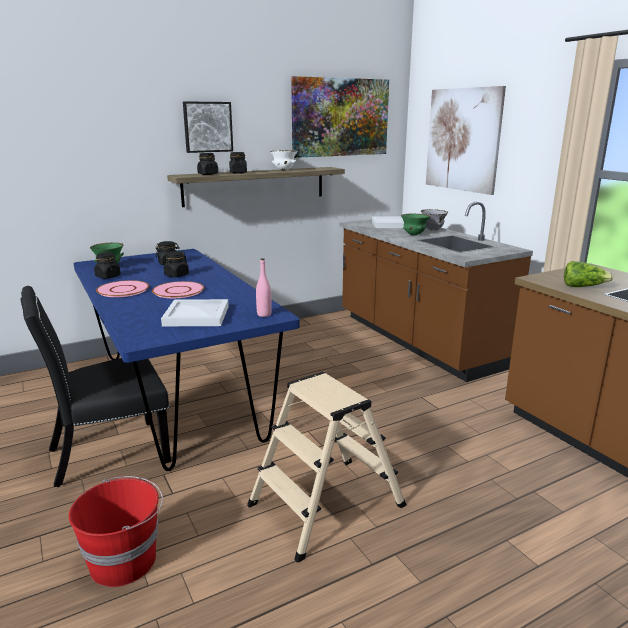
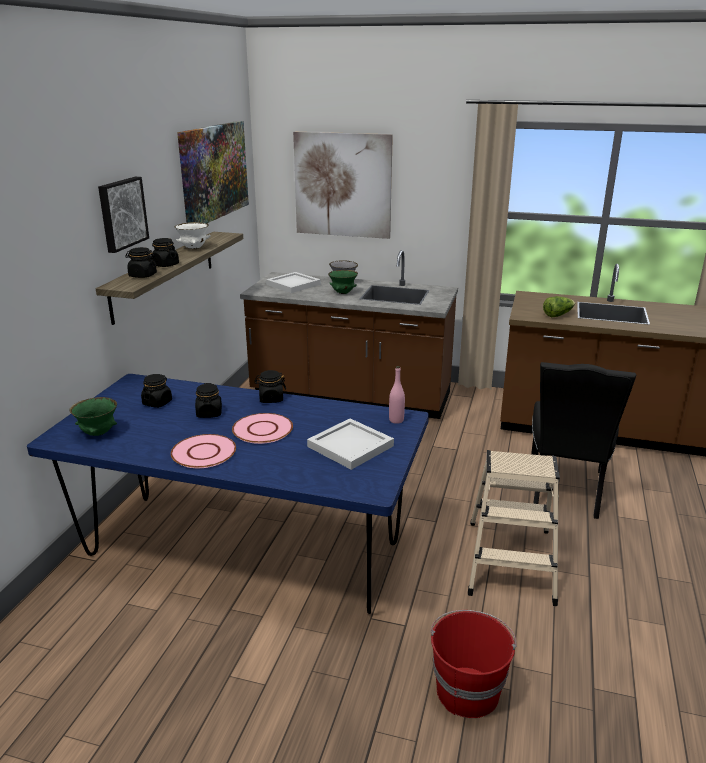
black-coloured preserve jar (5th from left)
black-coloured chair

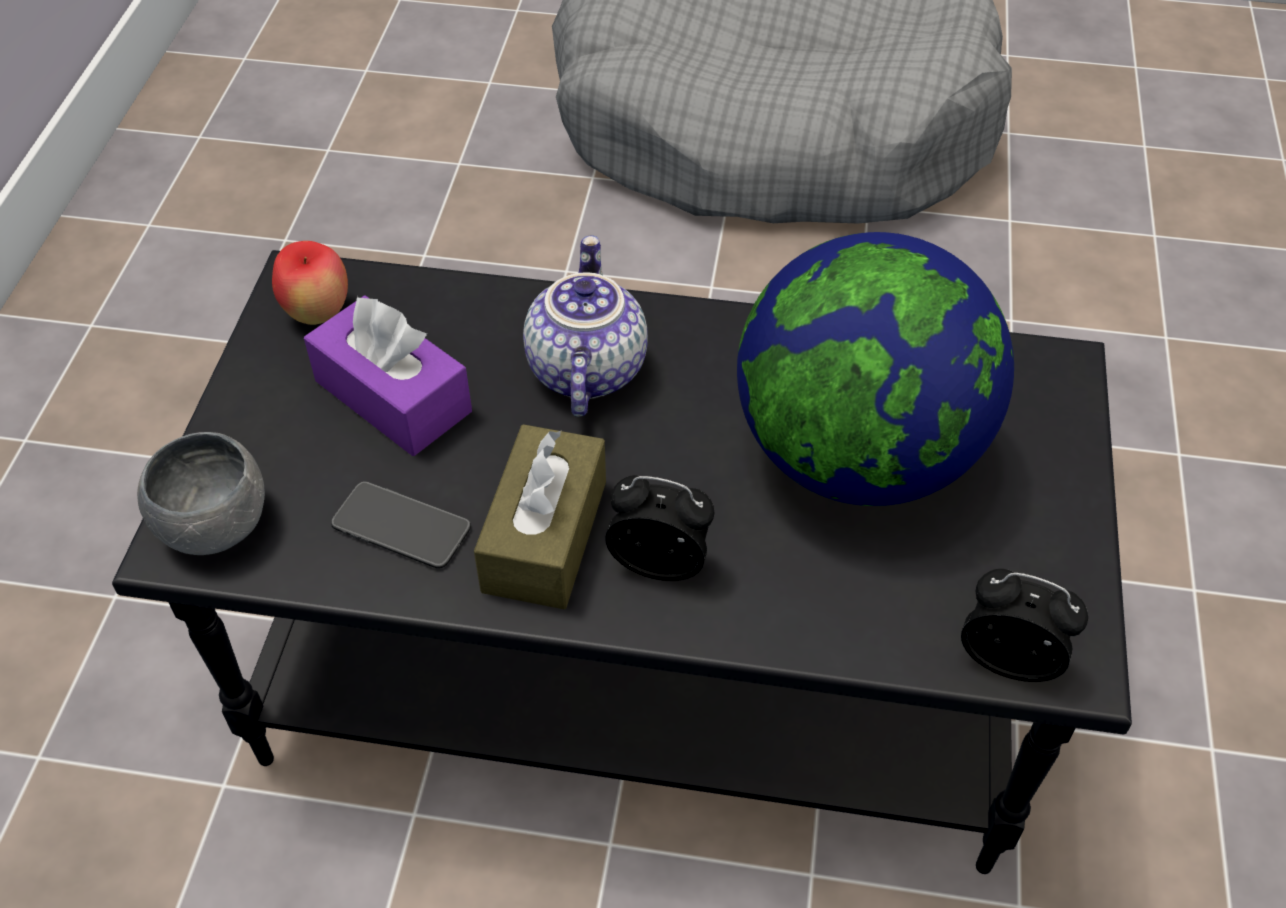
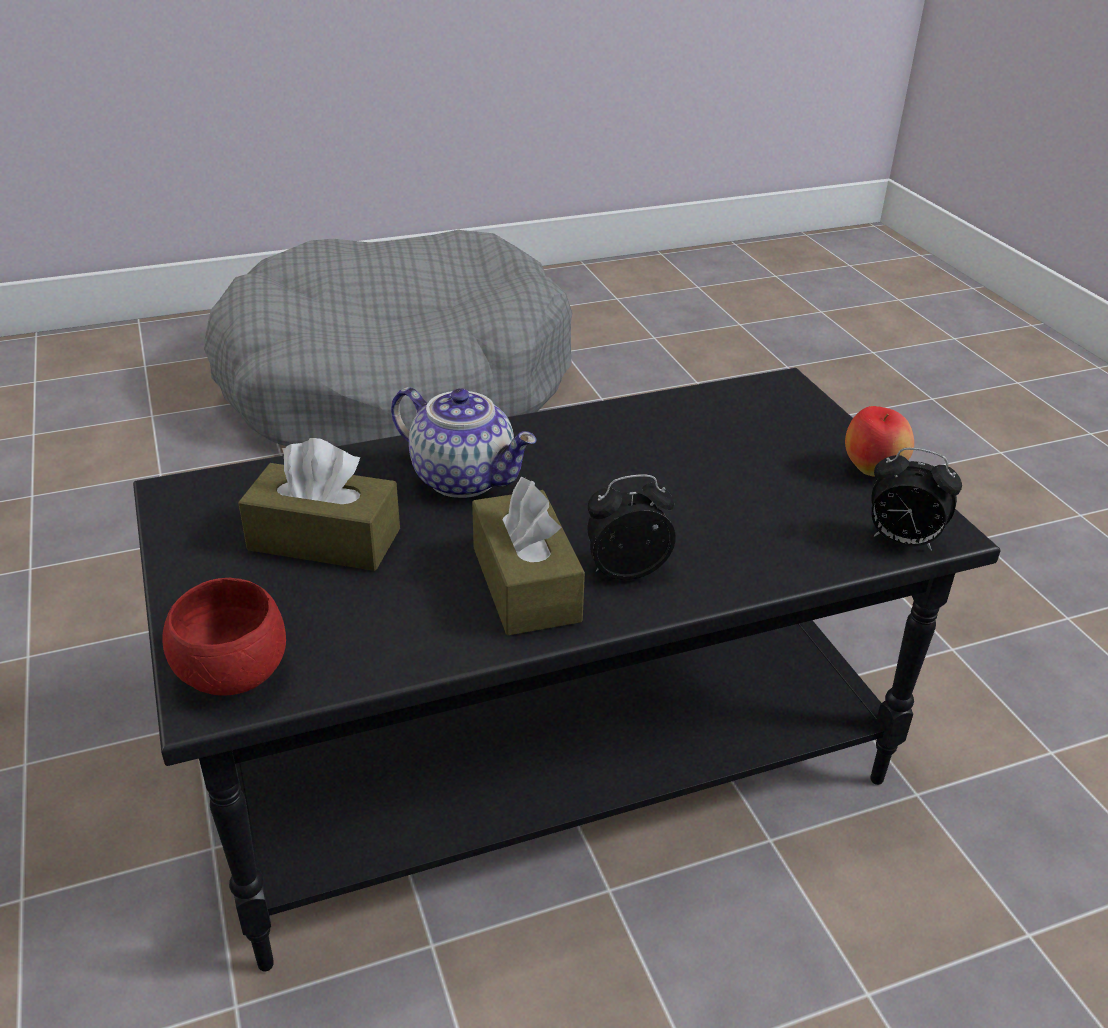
world globe
teapot
apple
brownish tissue holder (1st from left)
reddish bowl
telephone
bedside clock (2nd from left)

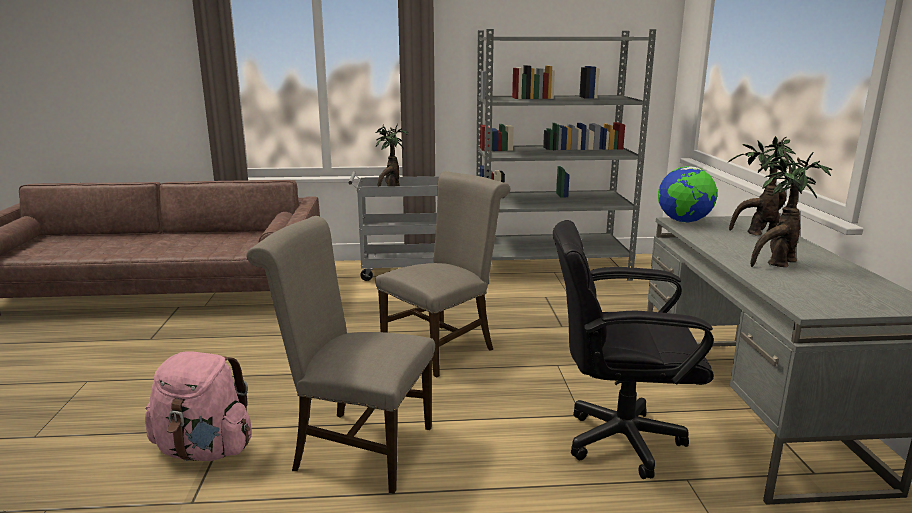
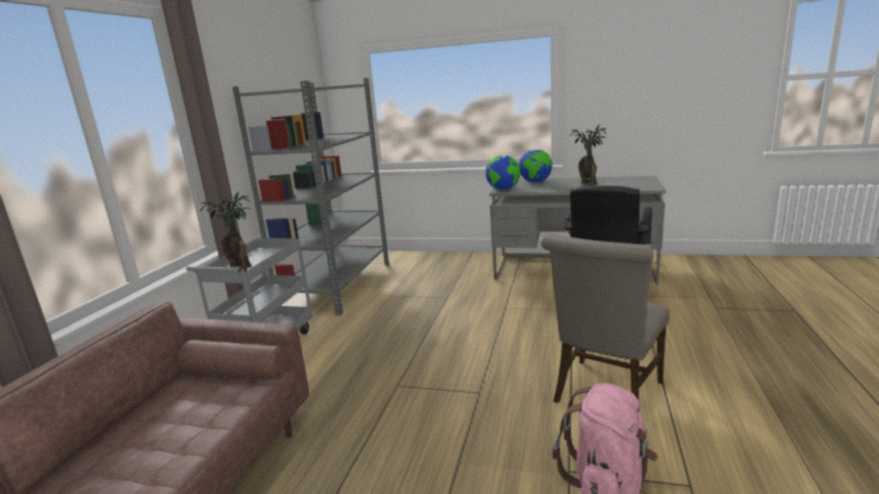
world globe (2nd from left)
beige chair (2nd from left in the first image)

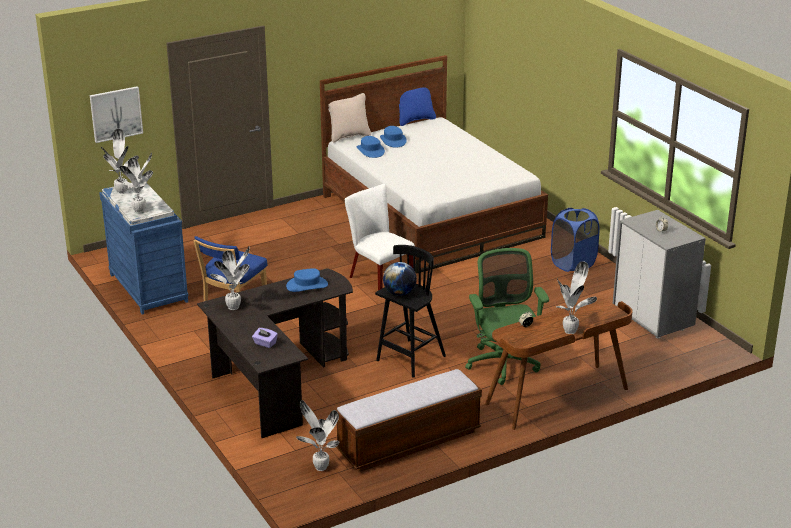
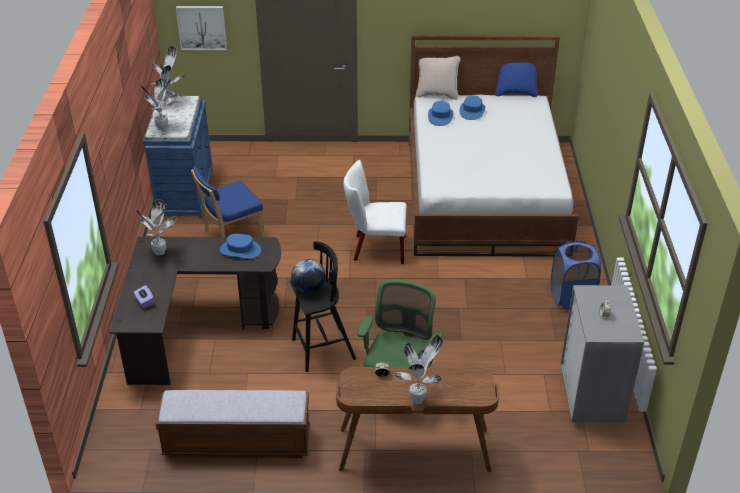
white-coloured chair
potted plant (4th from left in the first image)

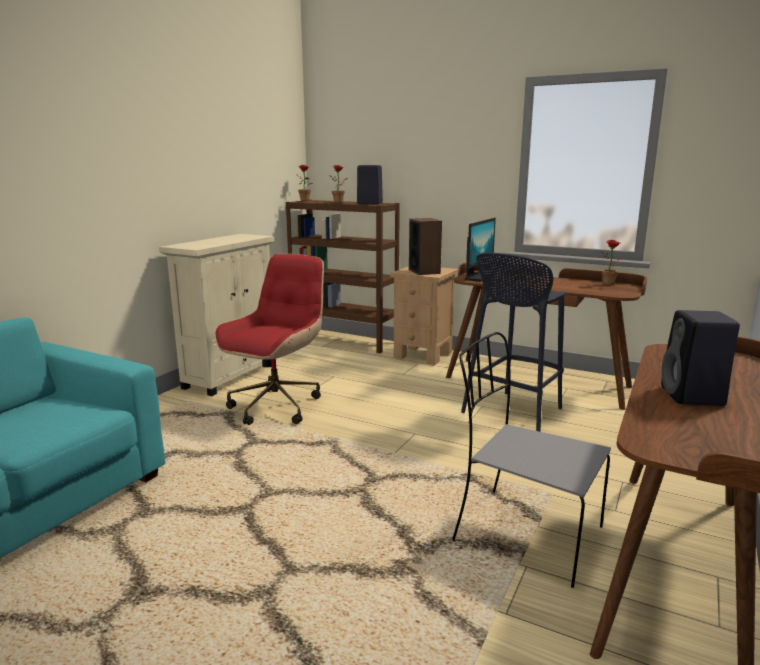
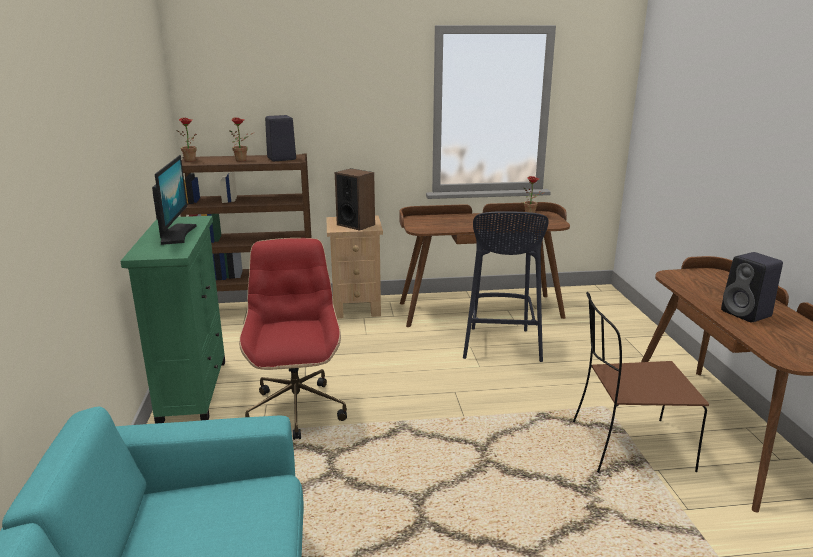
computer display
green-coloured cupboard
brownish chair

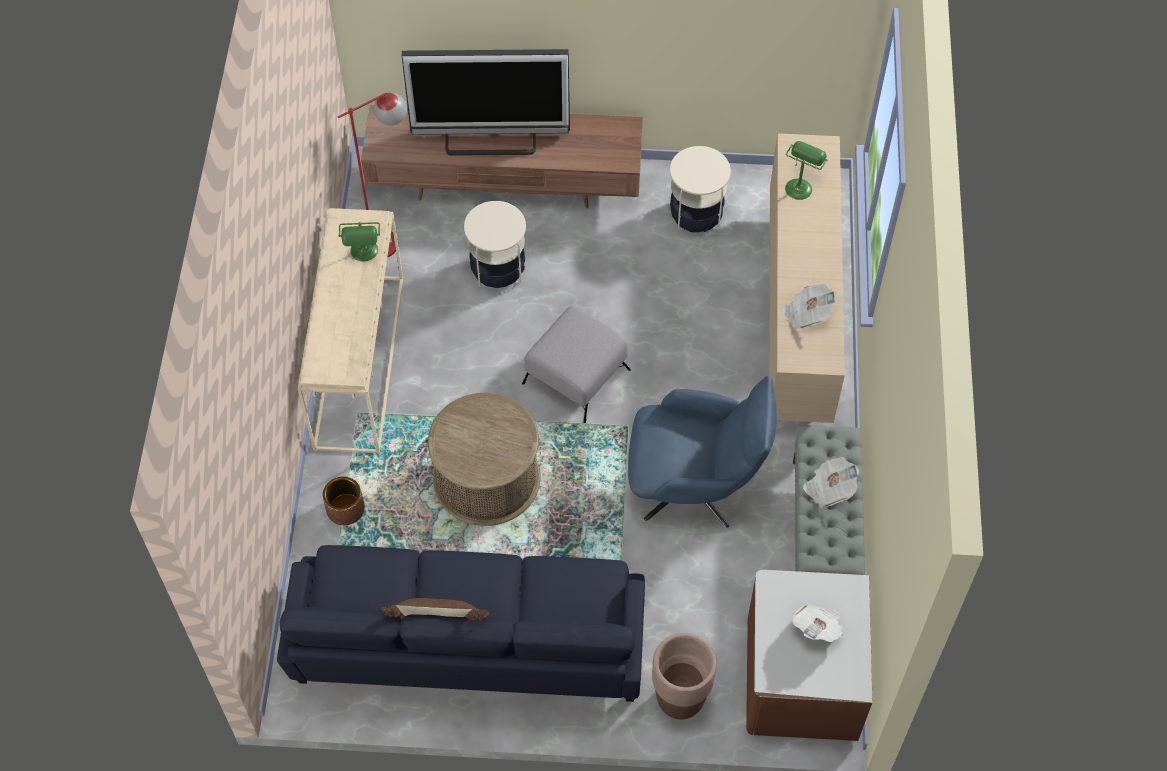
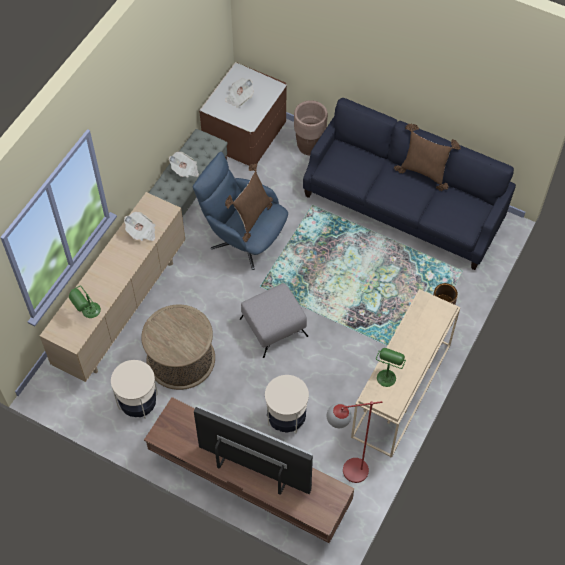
brownish coffee table
brownish pillow (1st from left)

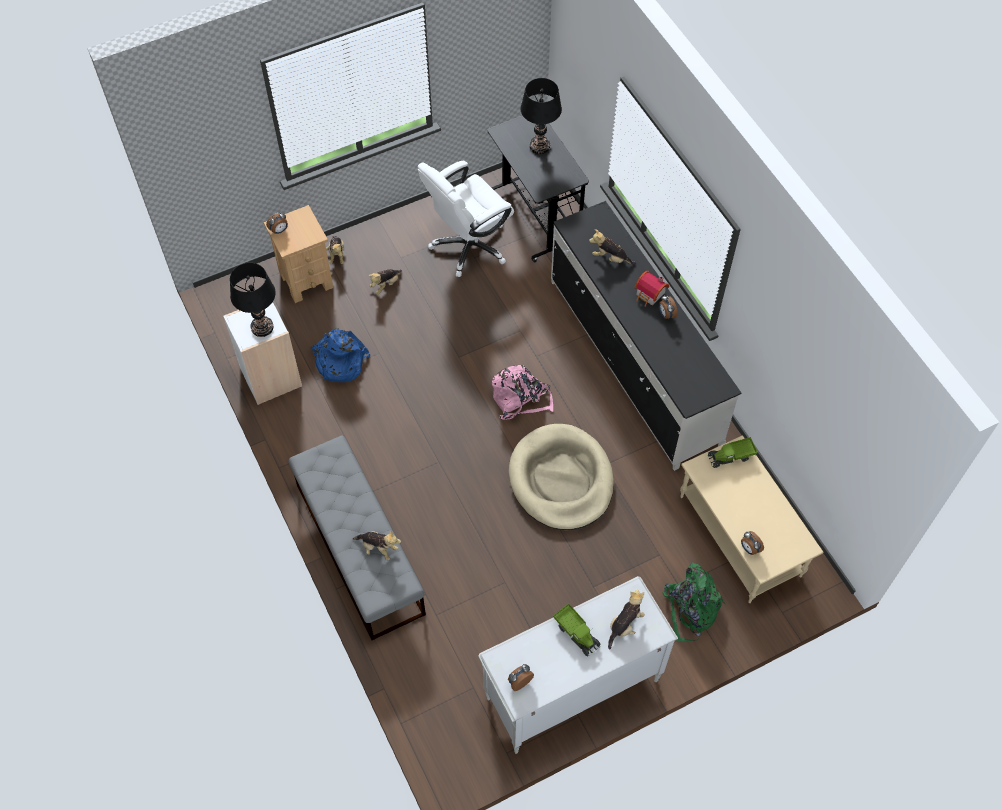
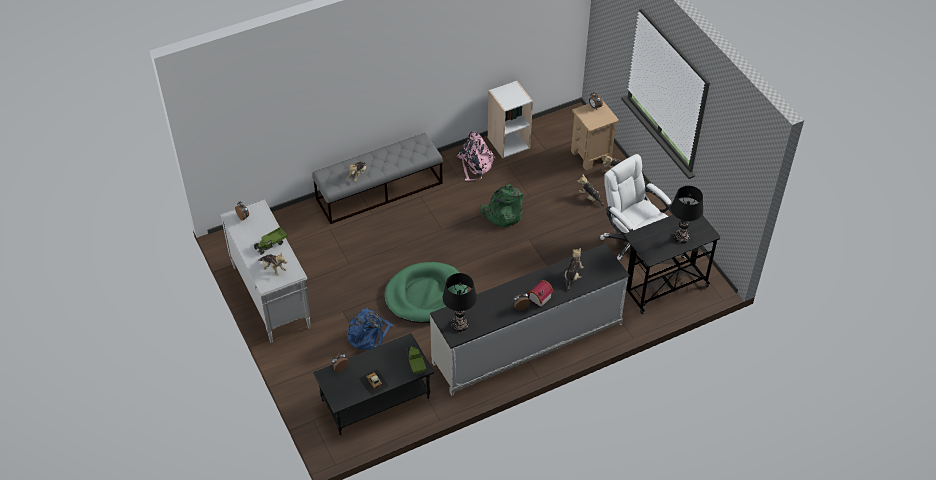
black-coloured lamp for a table (1st from left)
blue rucksack
pinkish rucksack
green-coloured dog bed
black-coloured coffee table
green-coloured rucksack
miniature car

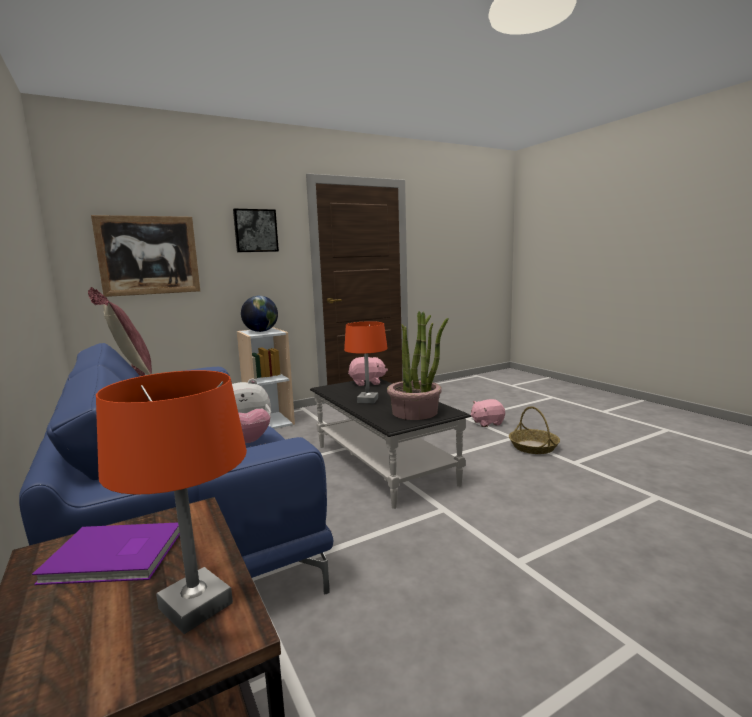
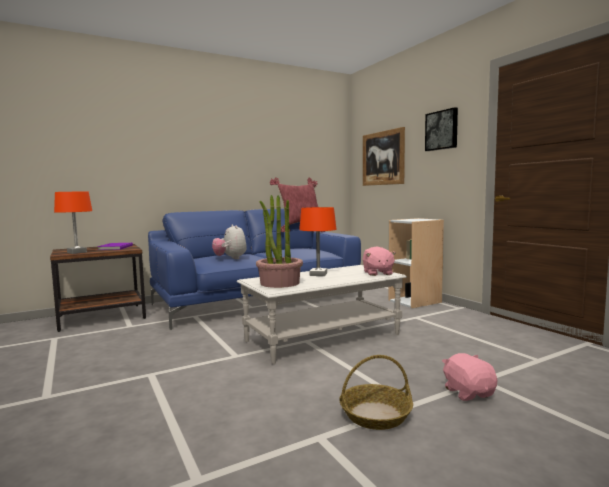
world globe
white-coloured coffee table

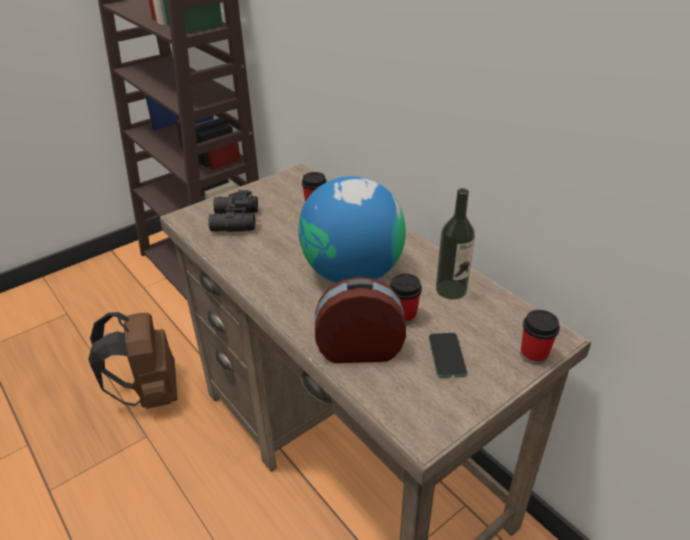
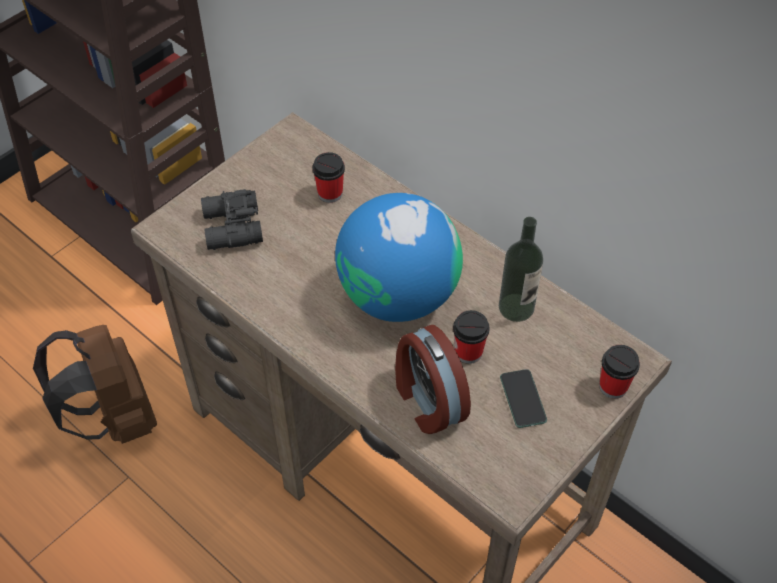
bedside clock

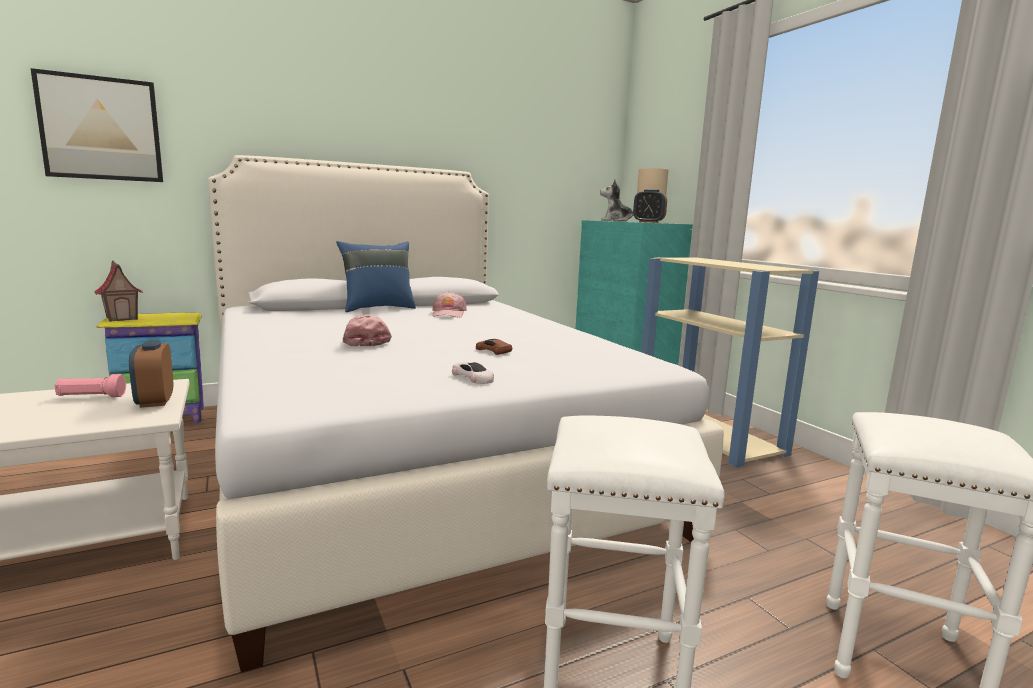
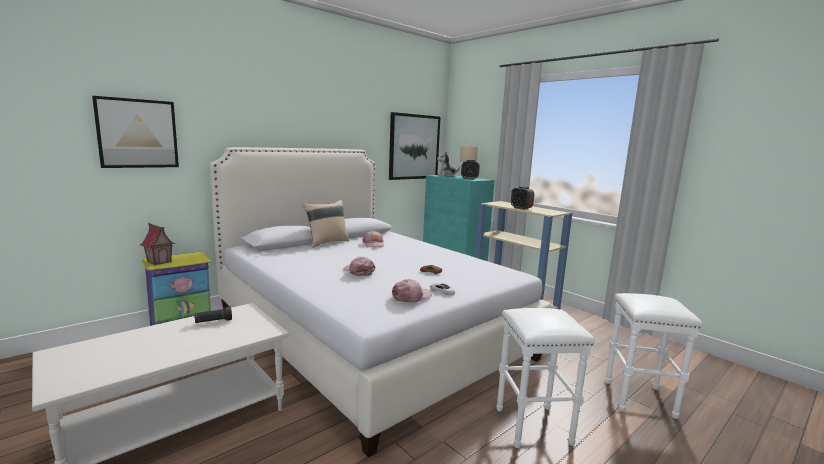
beige pillow
bedside clock (2nd from left)
black-coloured flashlight
wall picture (2nd from left)
pinkish cap (3rd from left)

